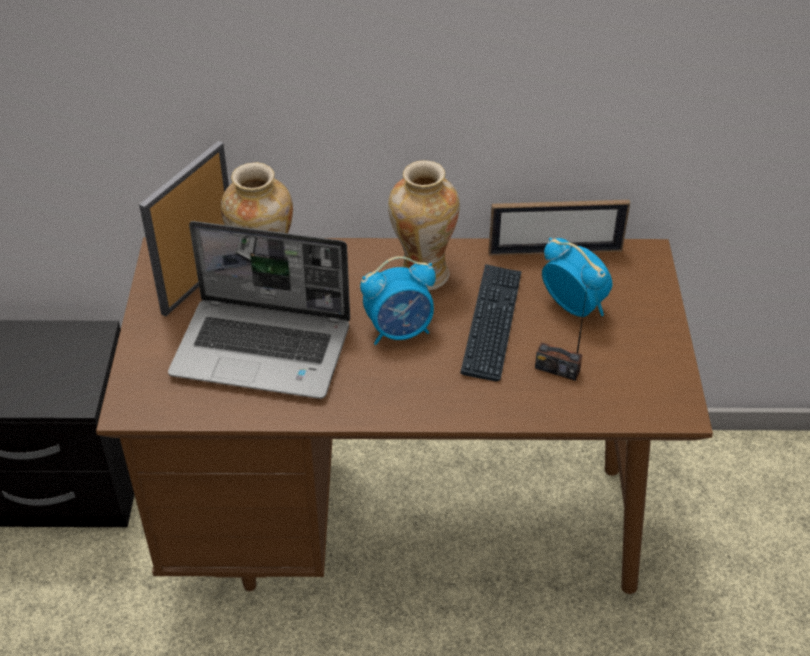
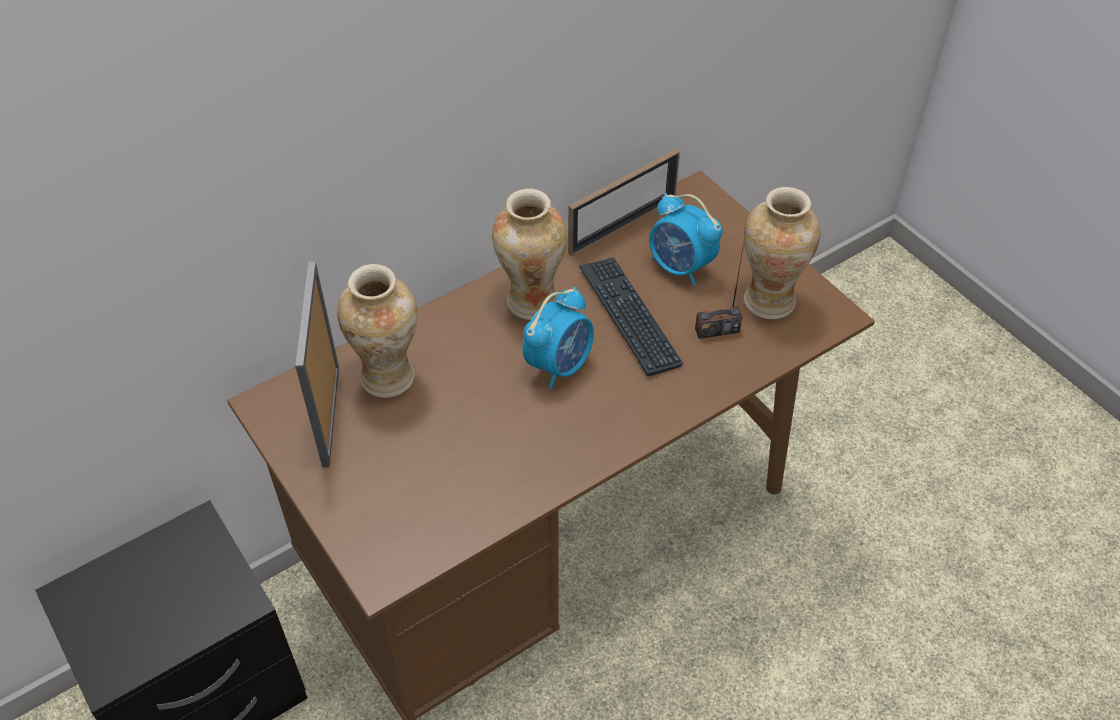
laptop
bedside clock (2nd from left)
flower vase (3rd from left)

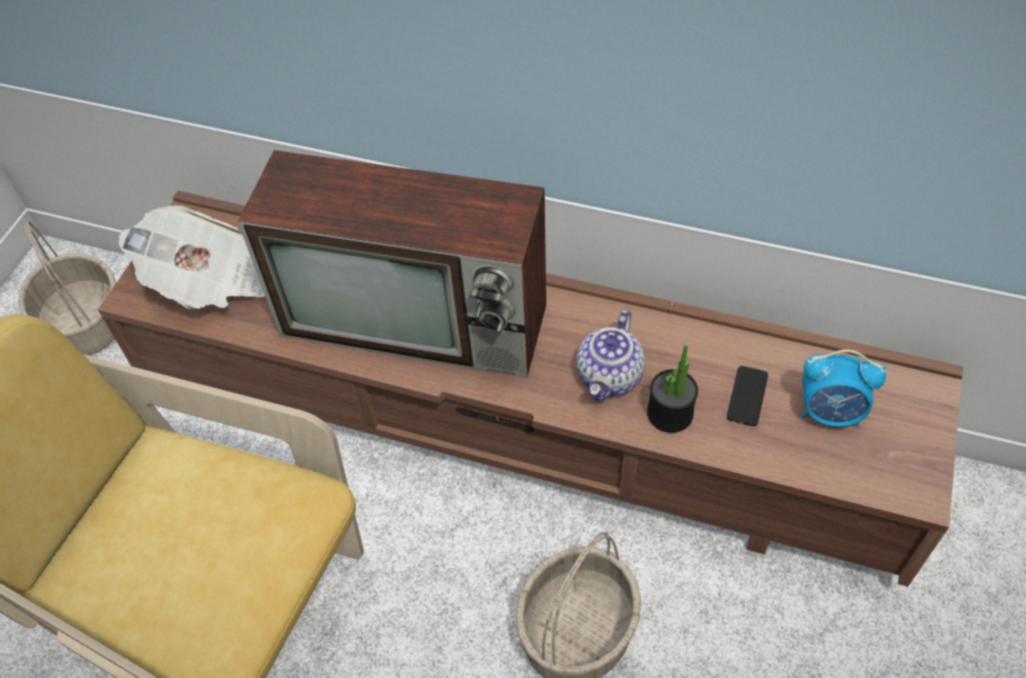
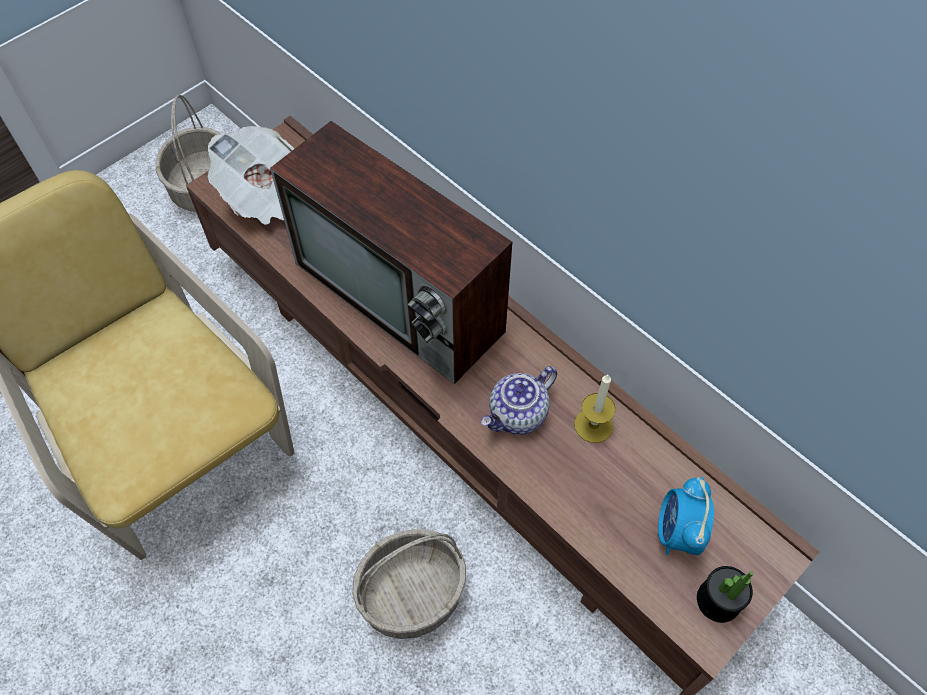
potted plant
bedside clock
telephone
candle

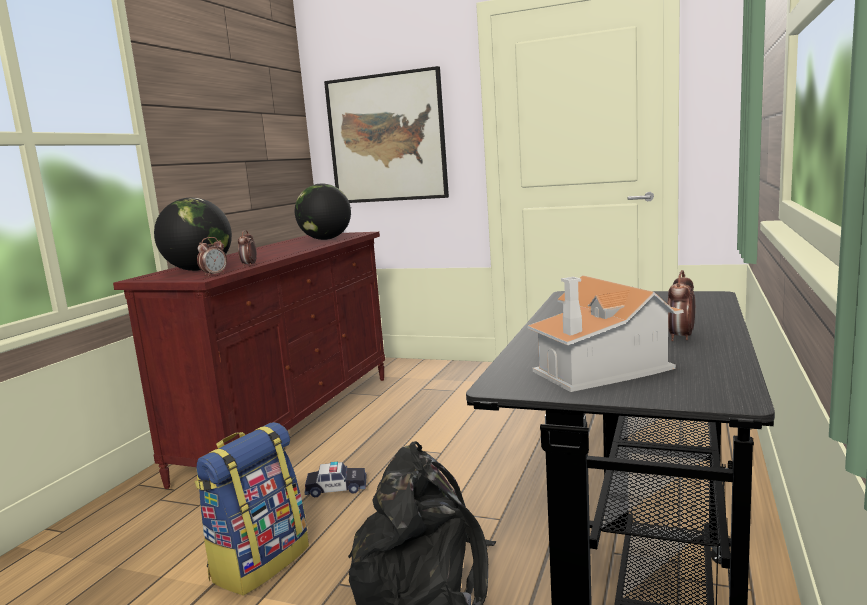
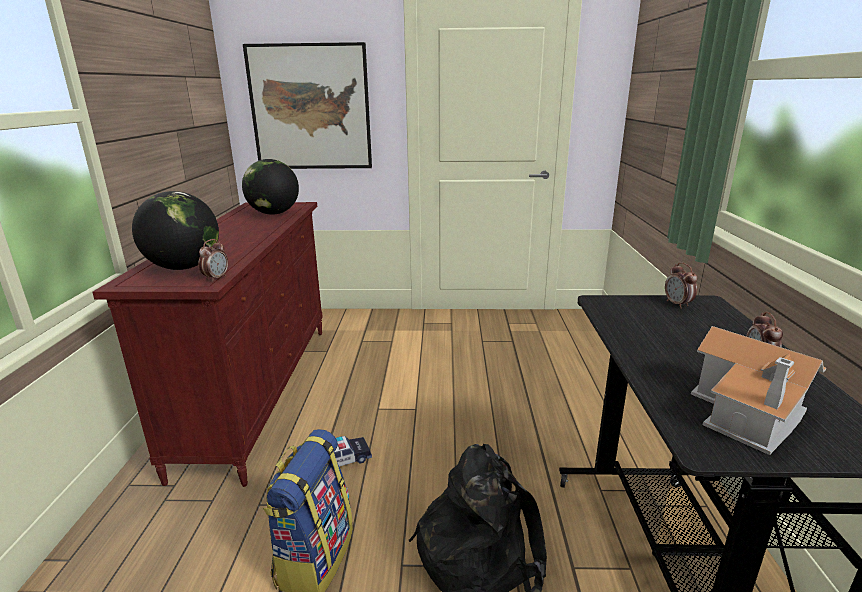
bedside clock (2nd from left)

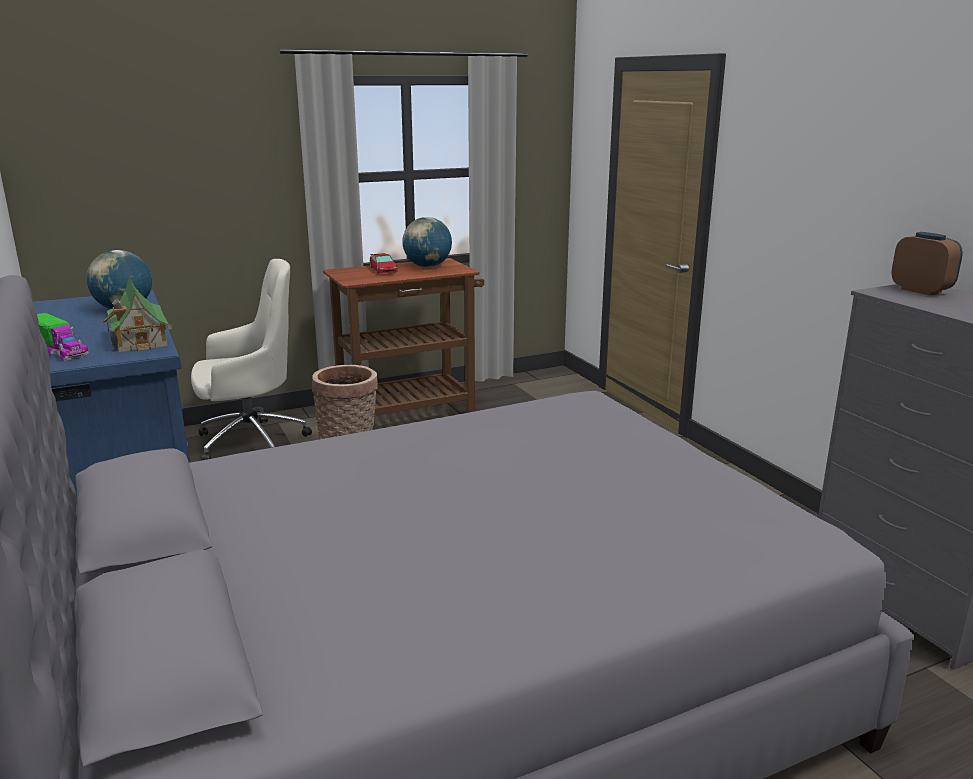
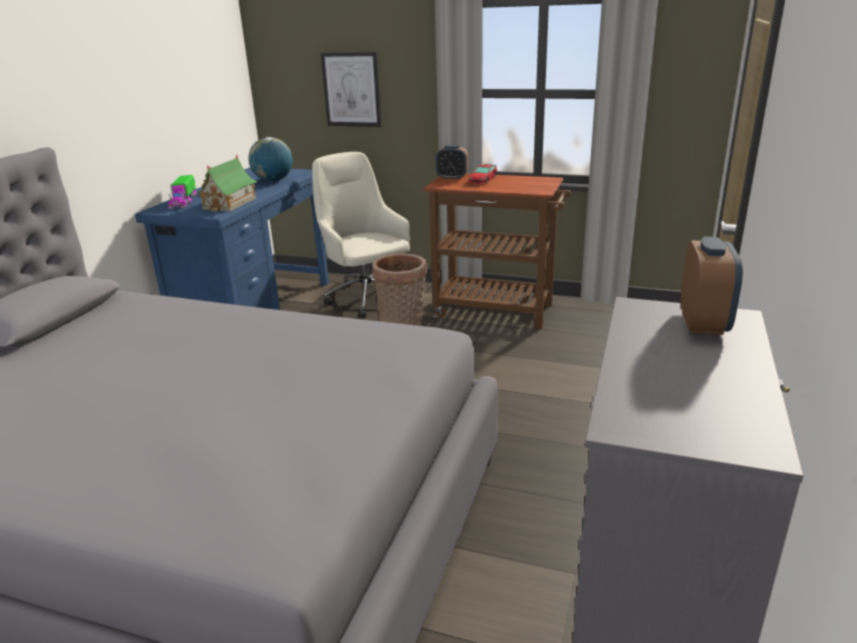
world globe (2nd from left in the first image)
beige office chair
wall picture
bedside clock (1st from left)

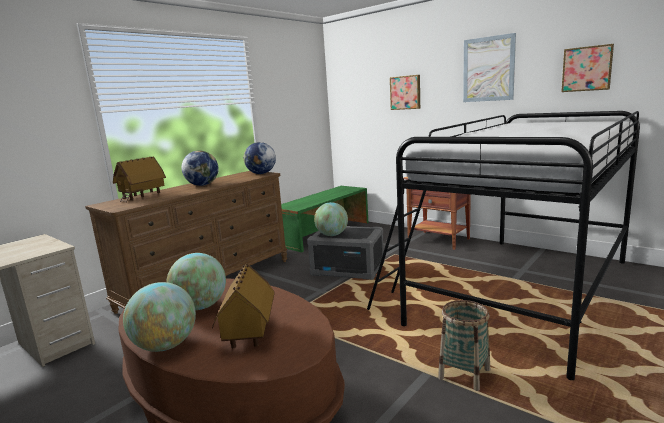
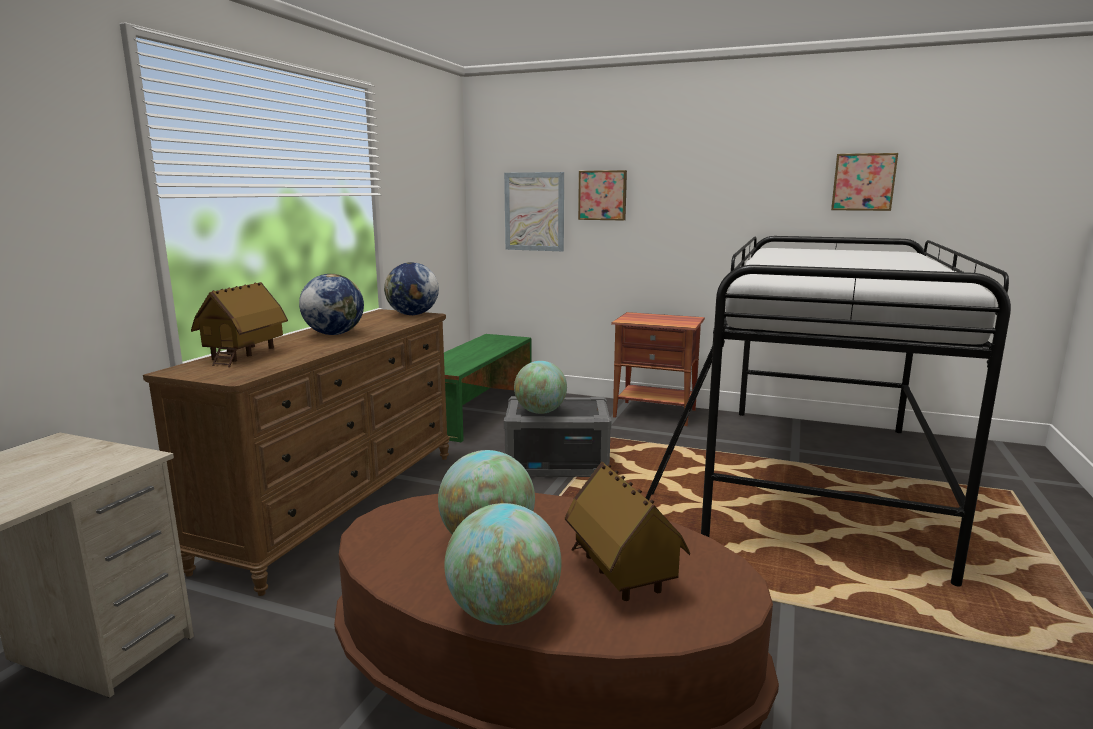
wall picture (1st from left)
storage basket

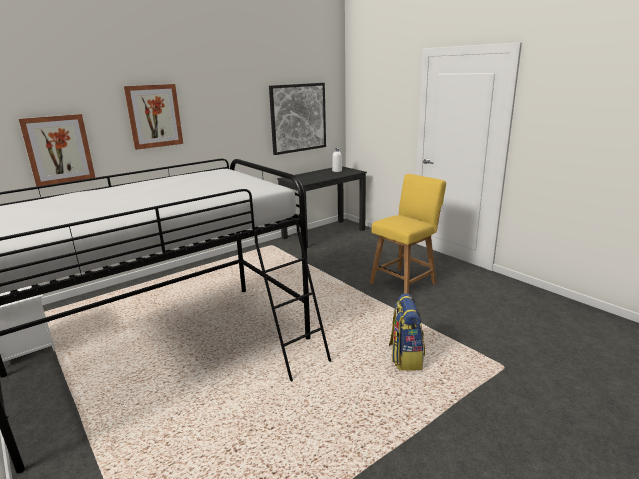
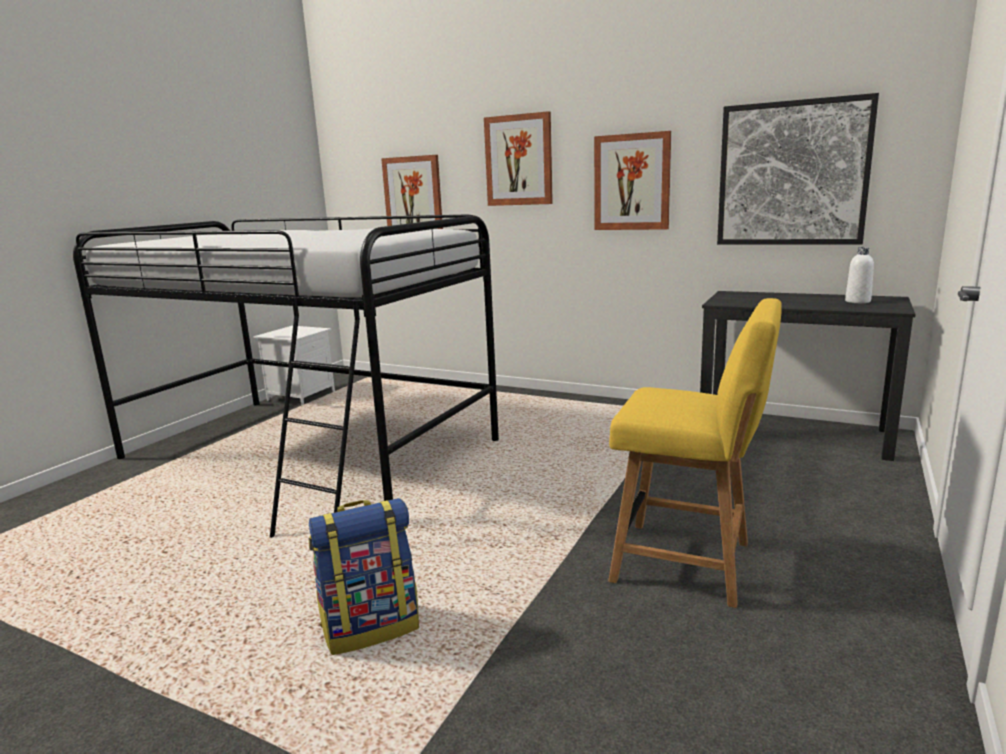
wall picture (3rd from left)

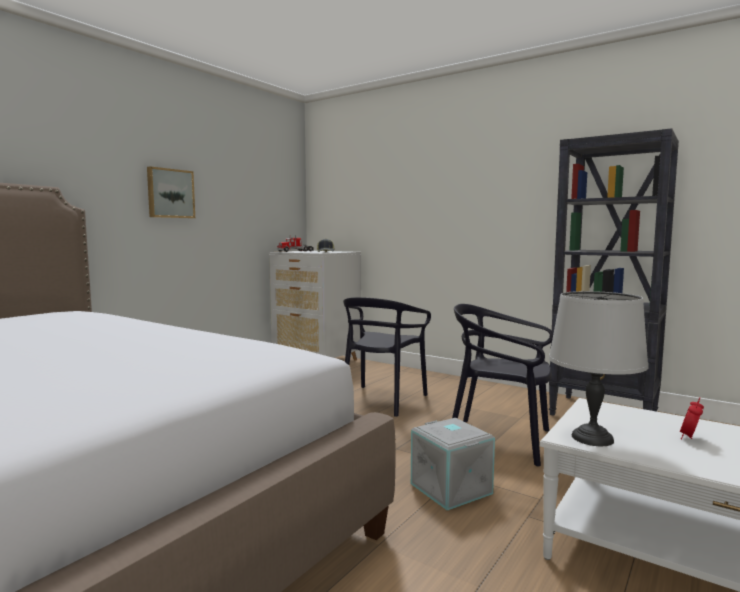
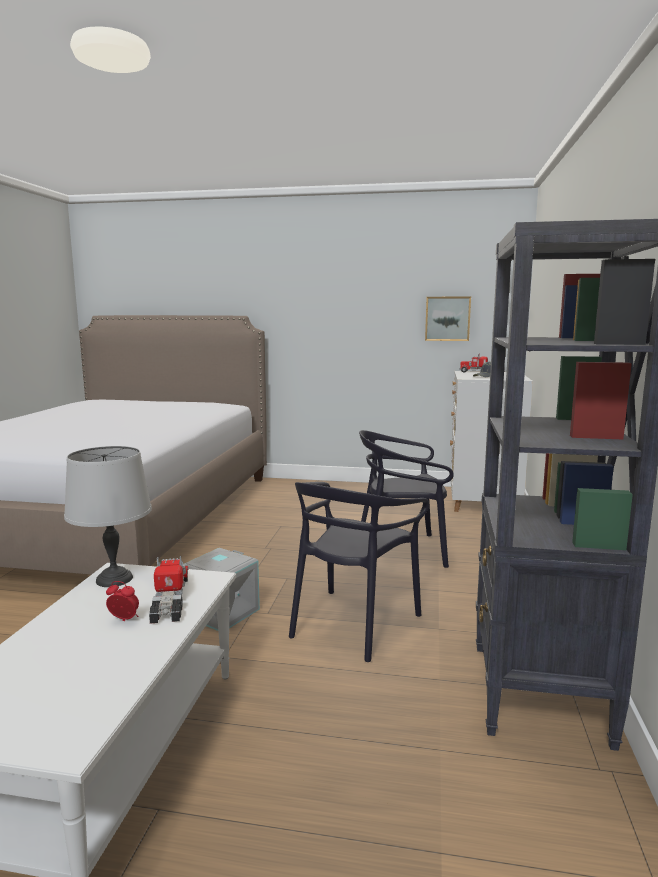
wall picture
black-coloured chair (1st from left)
toy lorry (1st from left)

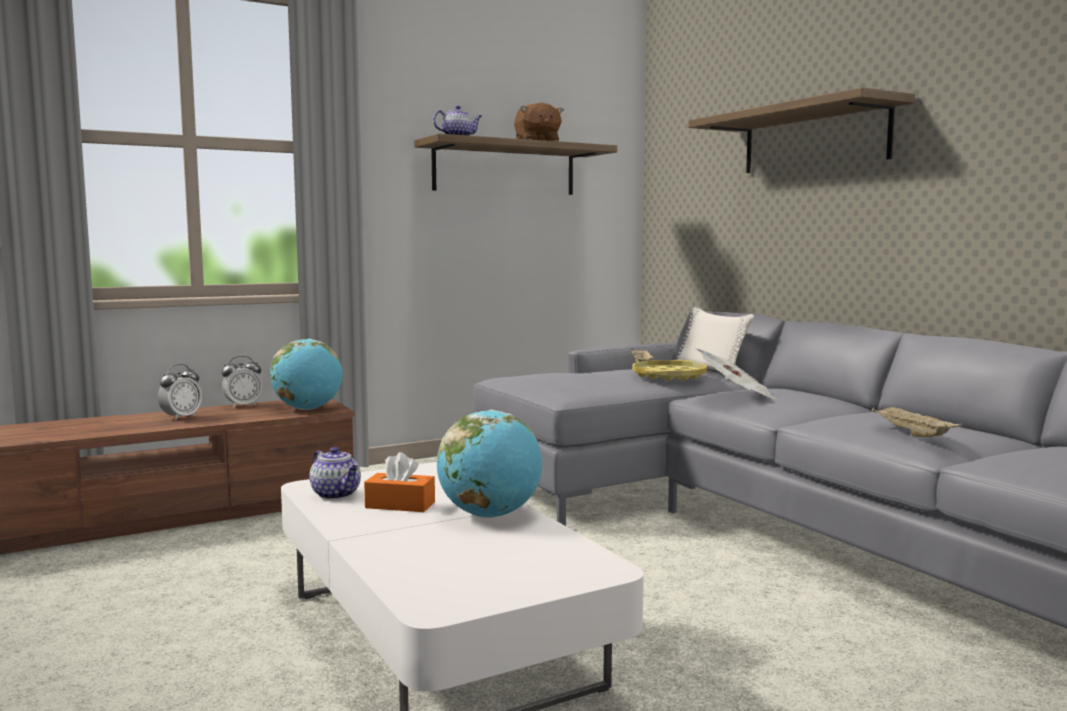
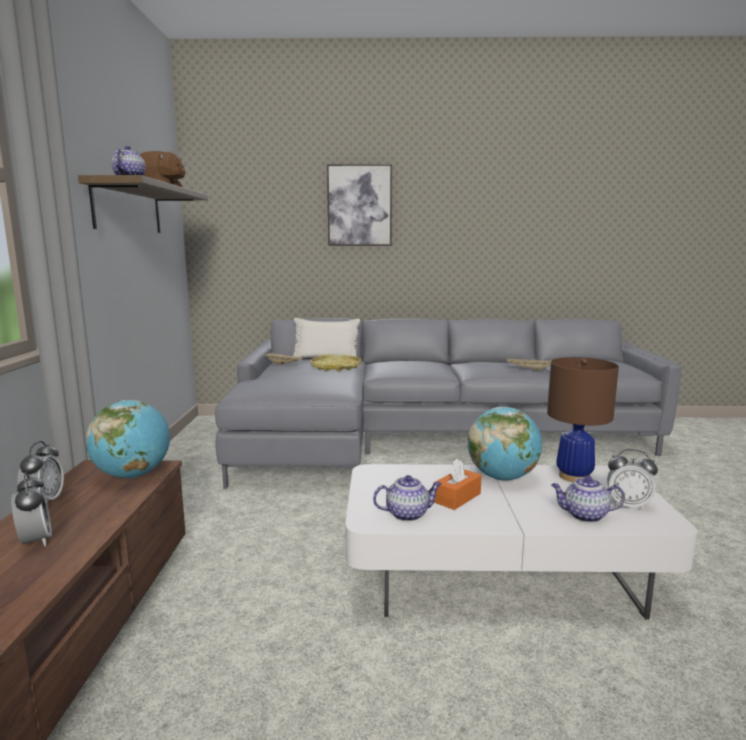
wall picture
newspaper
brownish lamp for a table
bedside clock (3rd from left)
teapot (3rd from left)

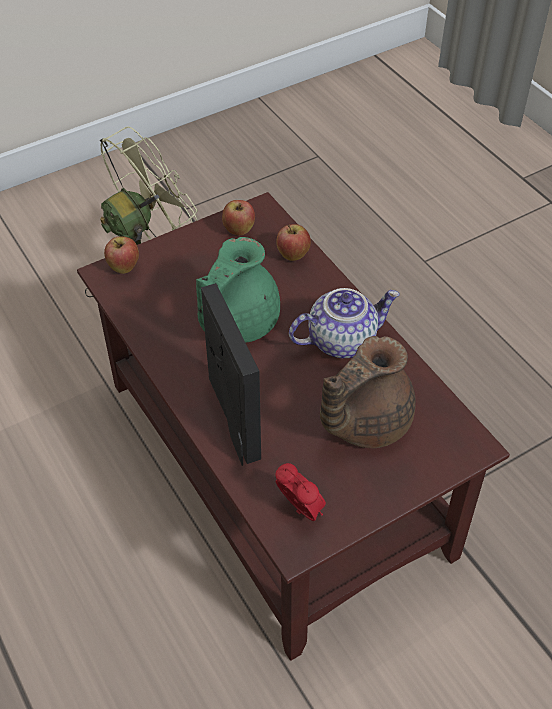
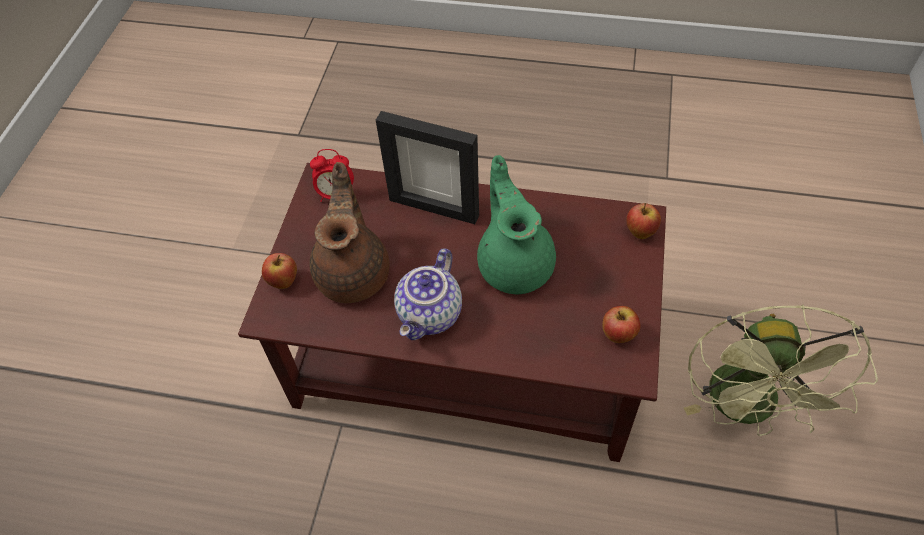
apple (1st from left)

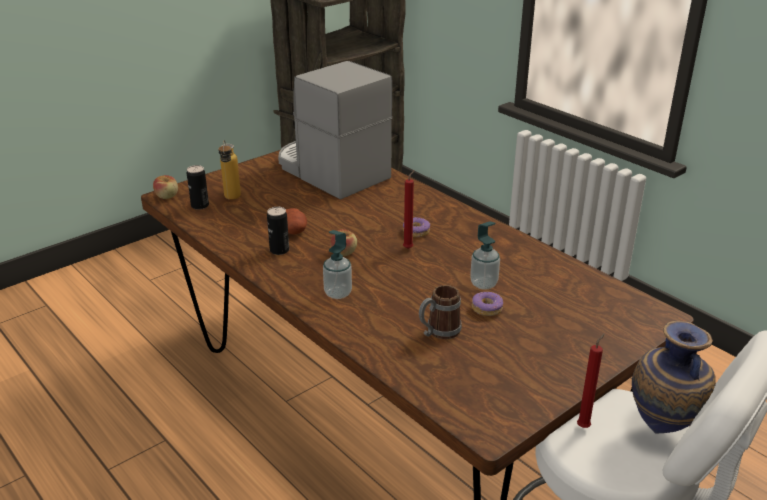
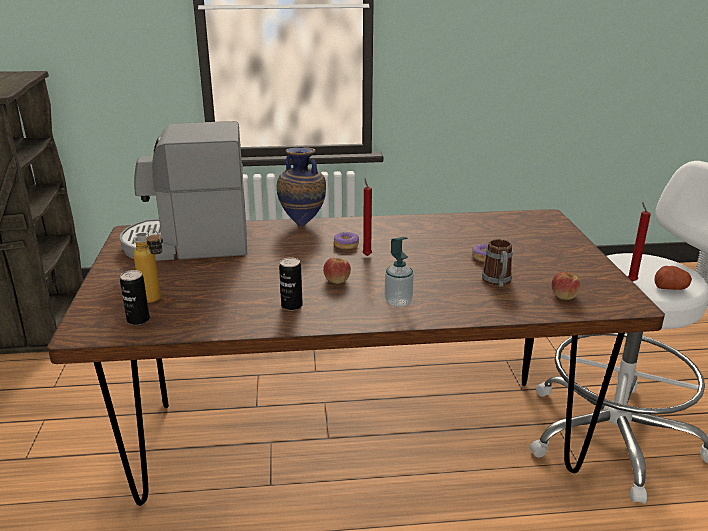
apple (2nd from left)
spud
soap bottle (2nd from left in the first image)
flower vase

